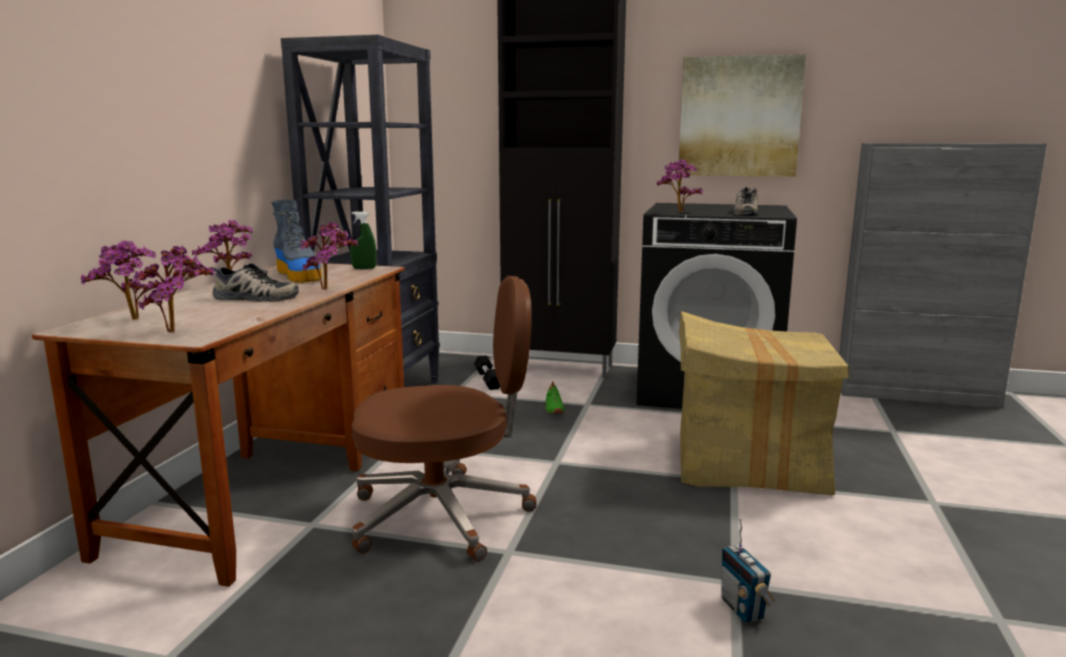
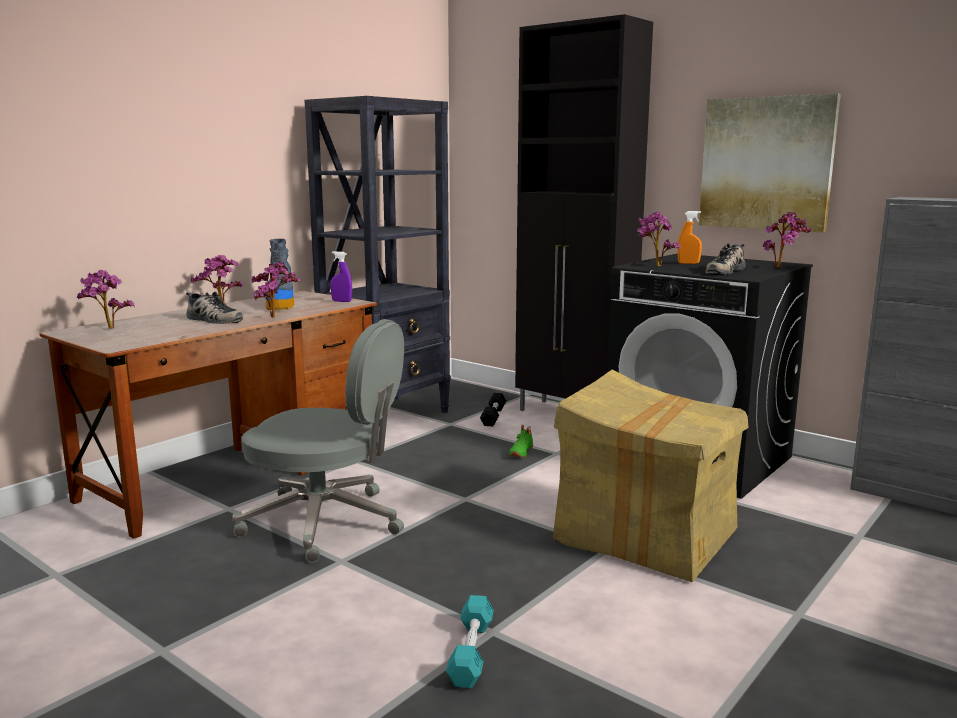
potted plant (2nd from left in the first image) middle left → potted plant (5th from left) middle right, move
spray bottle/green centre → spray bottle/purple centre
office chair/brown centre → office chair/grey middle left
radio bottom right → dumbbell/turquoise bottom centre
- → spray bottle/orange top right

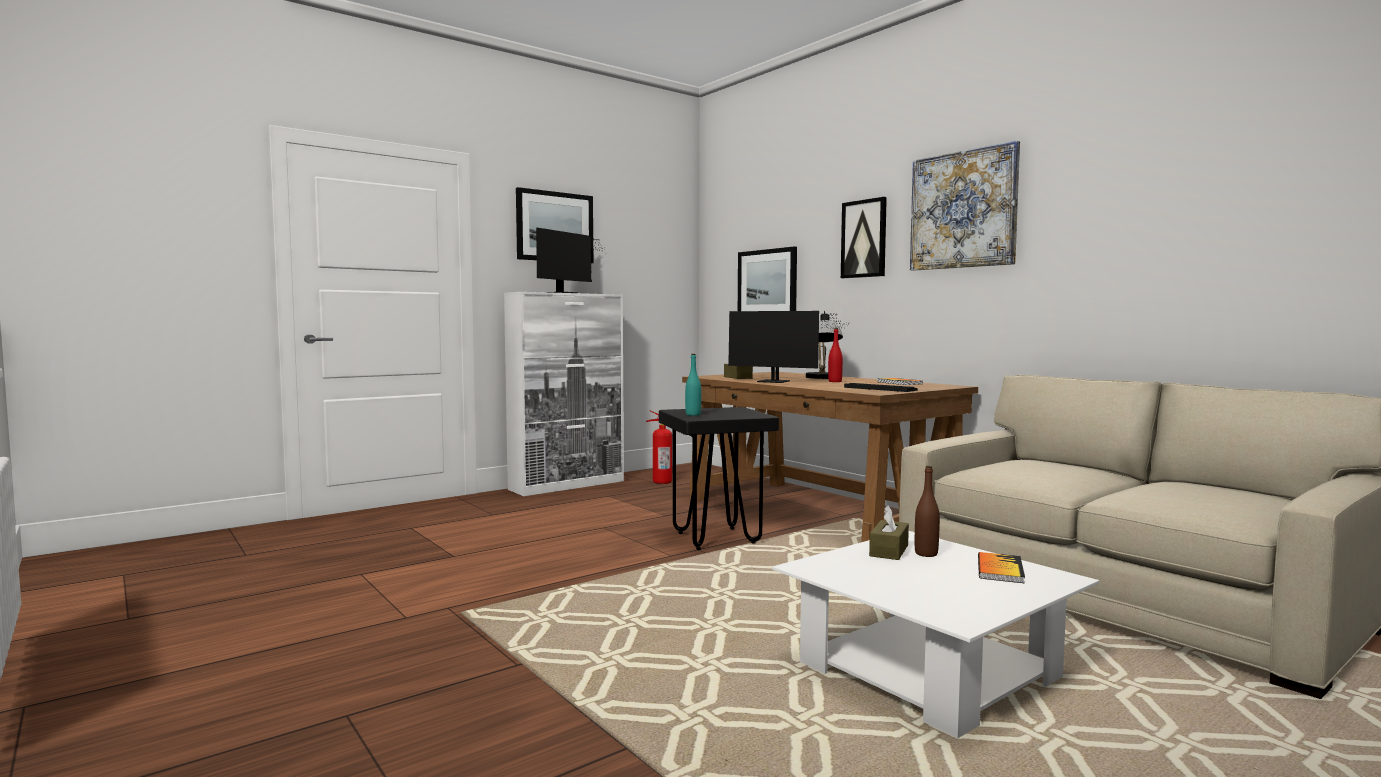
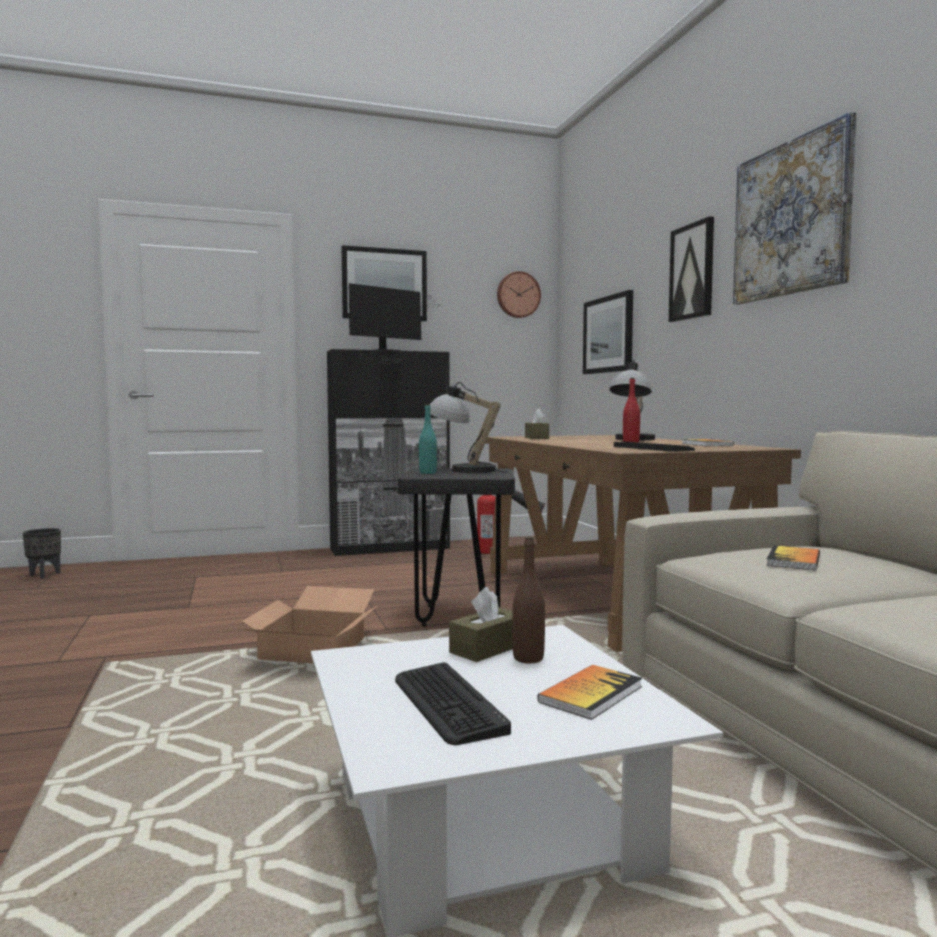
cabinet/white centre → cabinet/black centre
monitor (2nd from left) centre → -
- → planter/black middle left
- → cardboard box middle left
- → keyboard (1st from left) bottom centre
- → table lamp (1st from left) centre
- → wall clock top centre
- → book (3rd from left) middle right

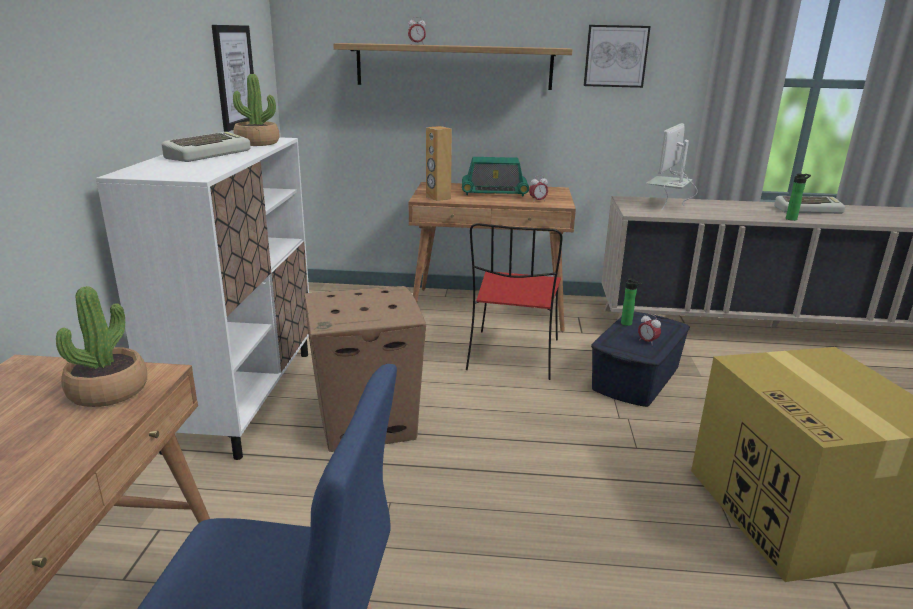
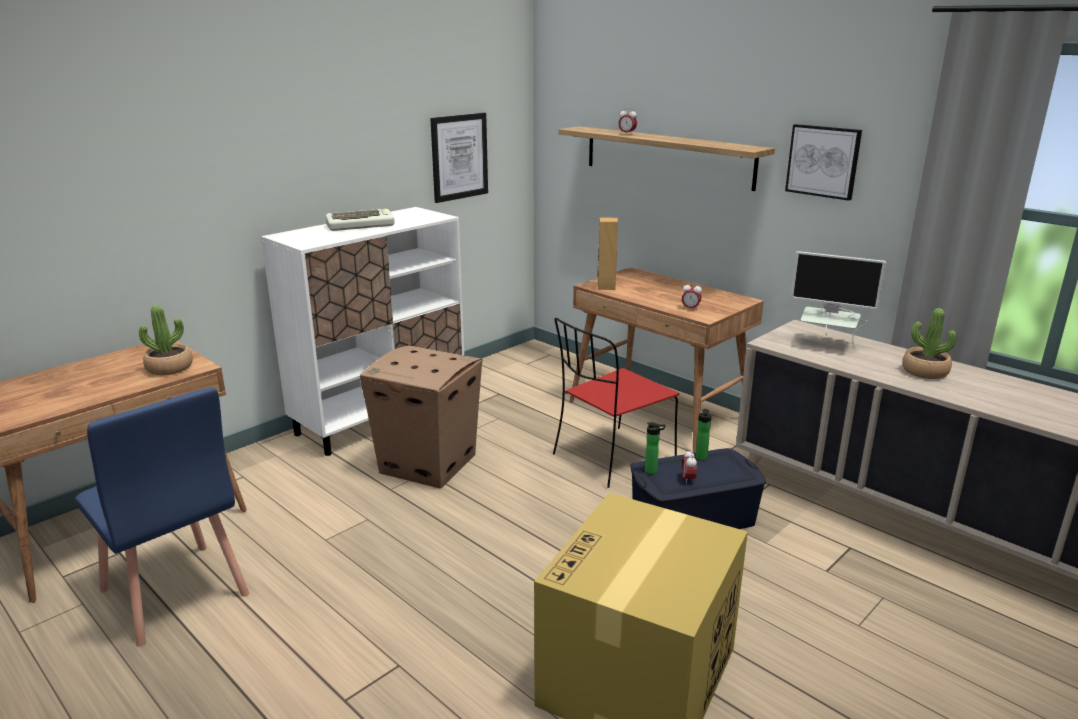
potted plant (2nd from left) top left → potted plant (2nd from left) middle right, move
radio top centre → -
monitor top right → monitor middle right, 135 degrees counterclockwise
keyboard (2nd from left) middle right → -
bottle (2nd from left in the first image) top right → bottle (1st from left) centre, move

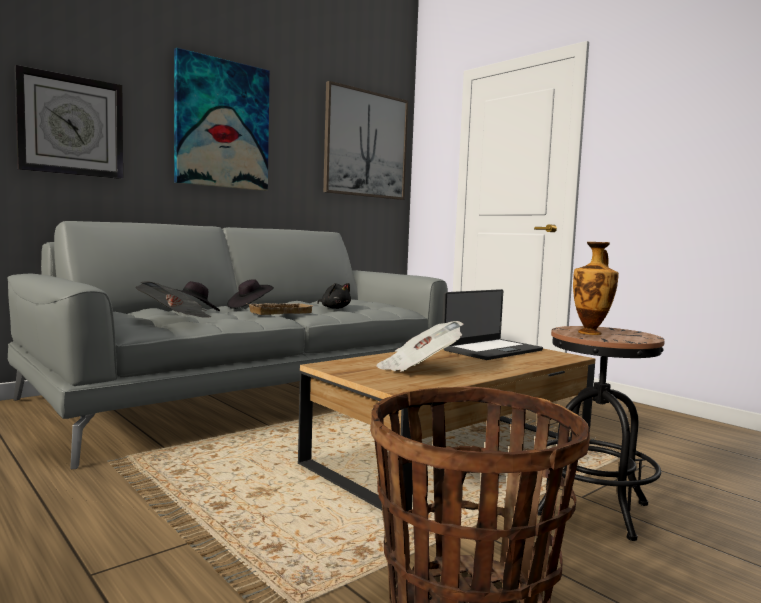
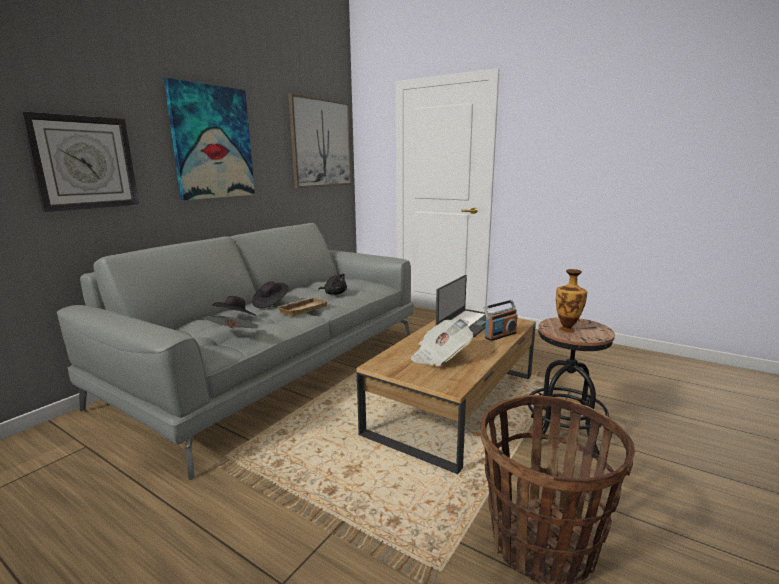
- → radio centre

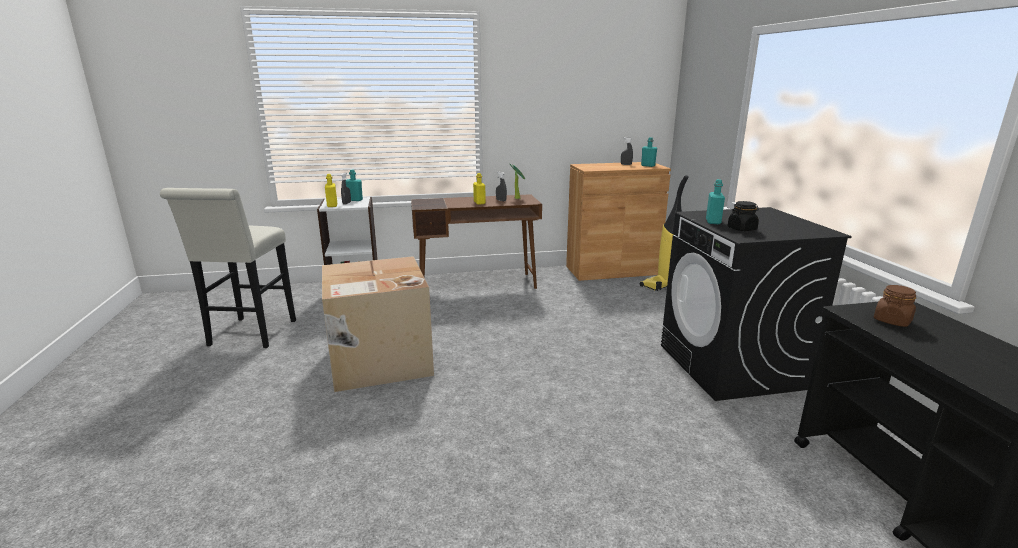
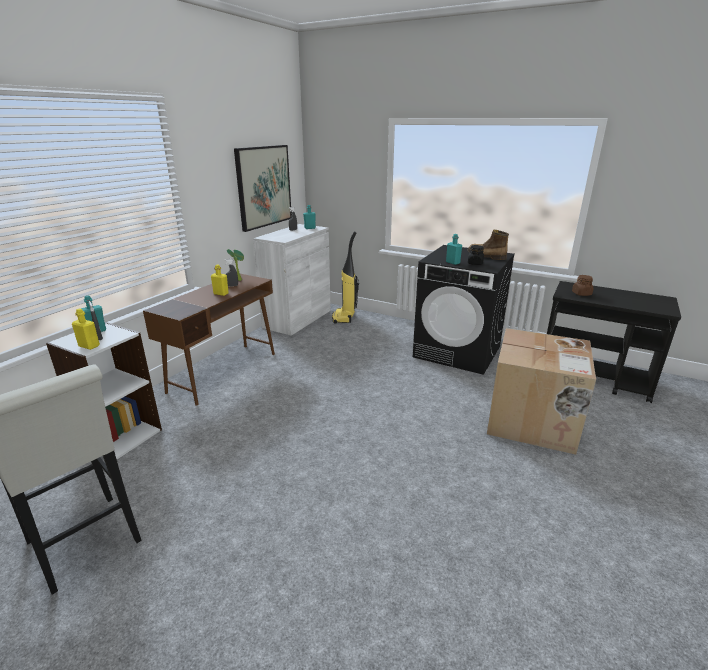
cardboard box centre → cardboard box middle right, move
cabinet/brown centre → cabinet/white centre
- → picture top centre
- → boot middle right

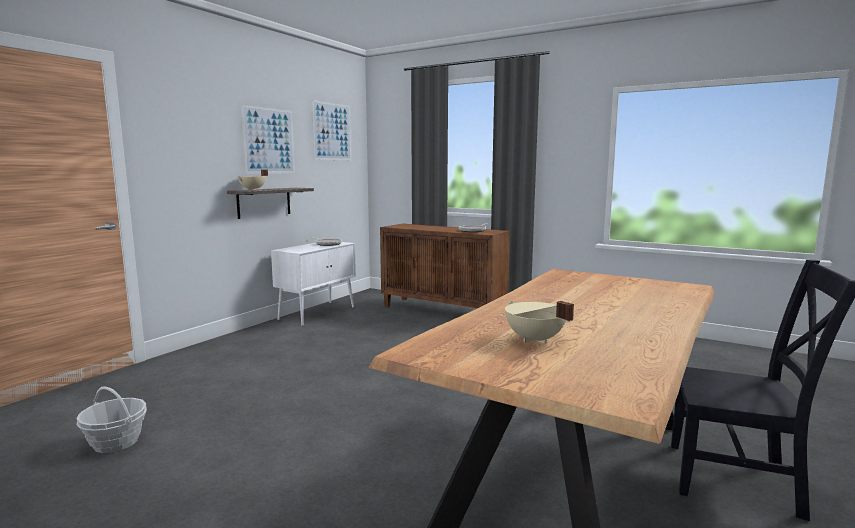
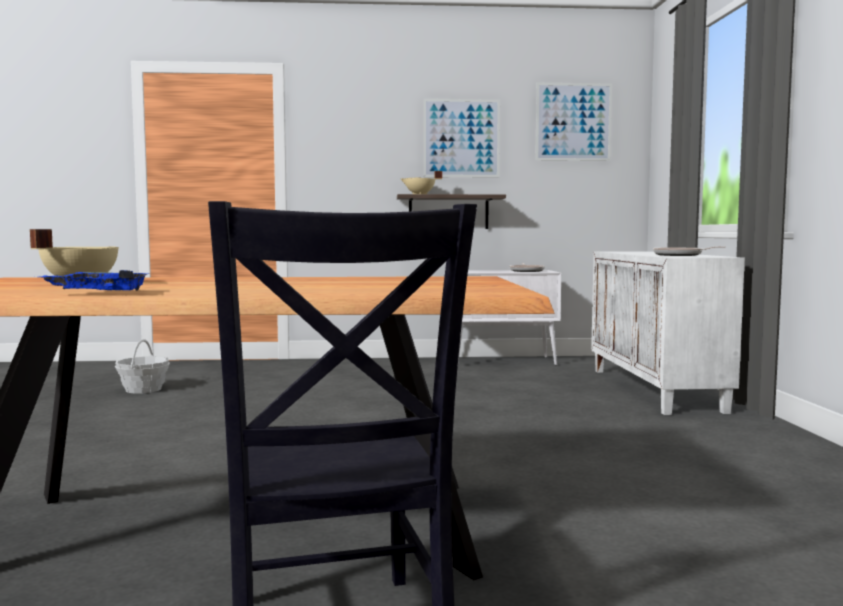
cabinet/brown centre → cabinet/white (2nd from left) middle right
- → tray/blue middle left

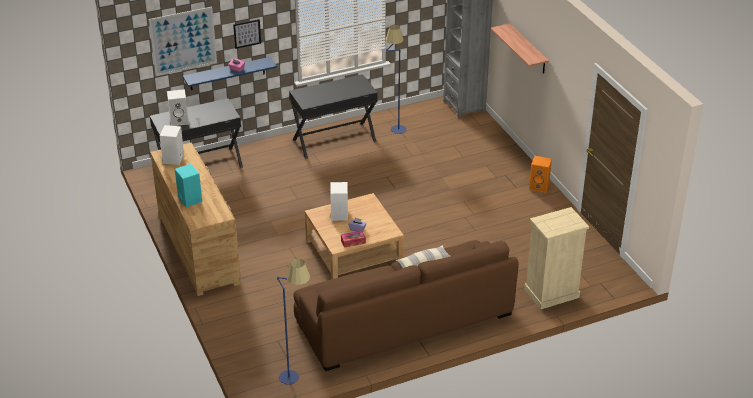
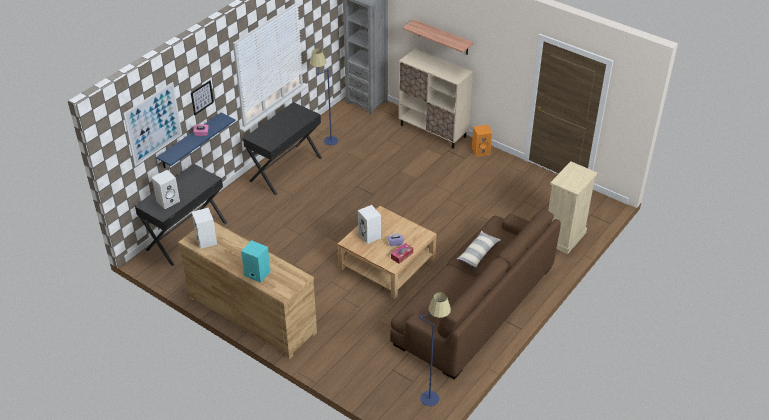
- → cabinet/beige top centre

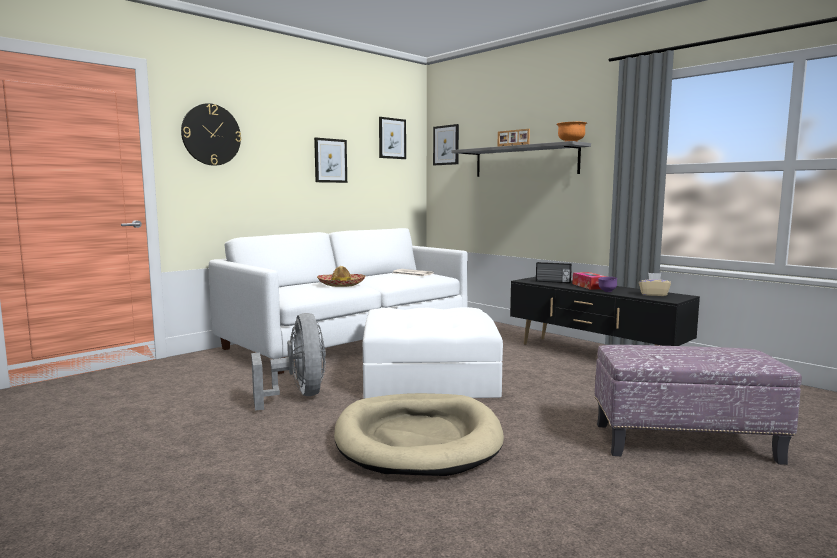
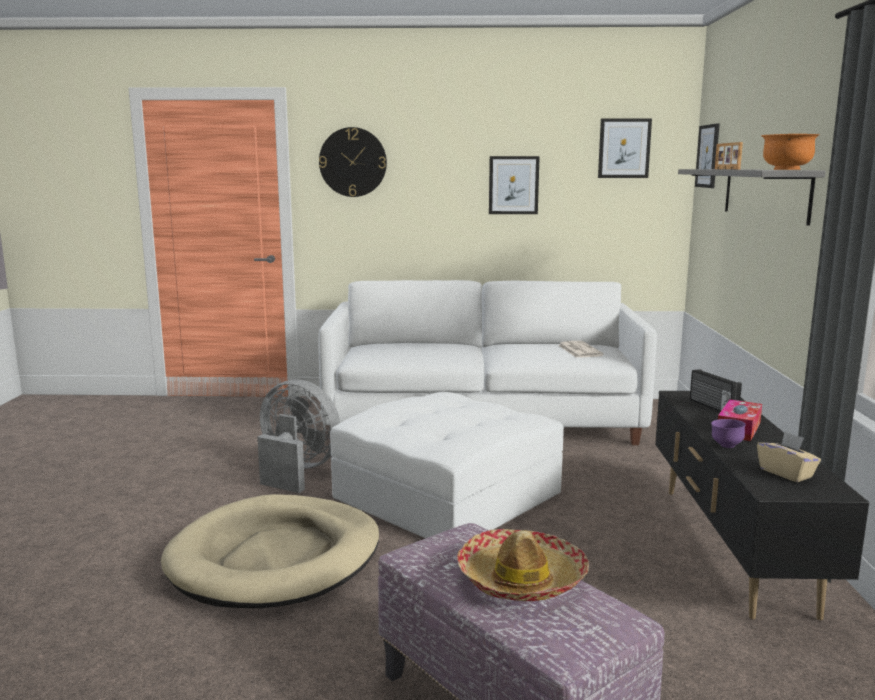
fan/grey centre, 90 degrees counterclockwise
hat centre → hat bottom centre, move

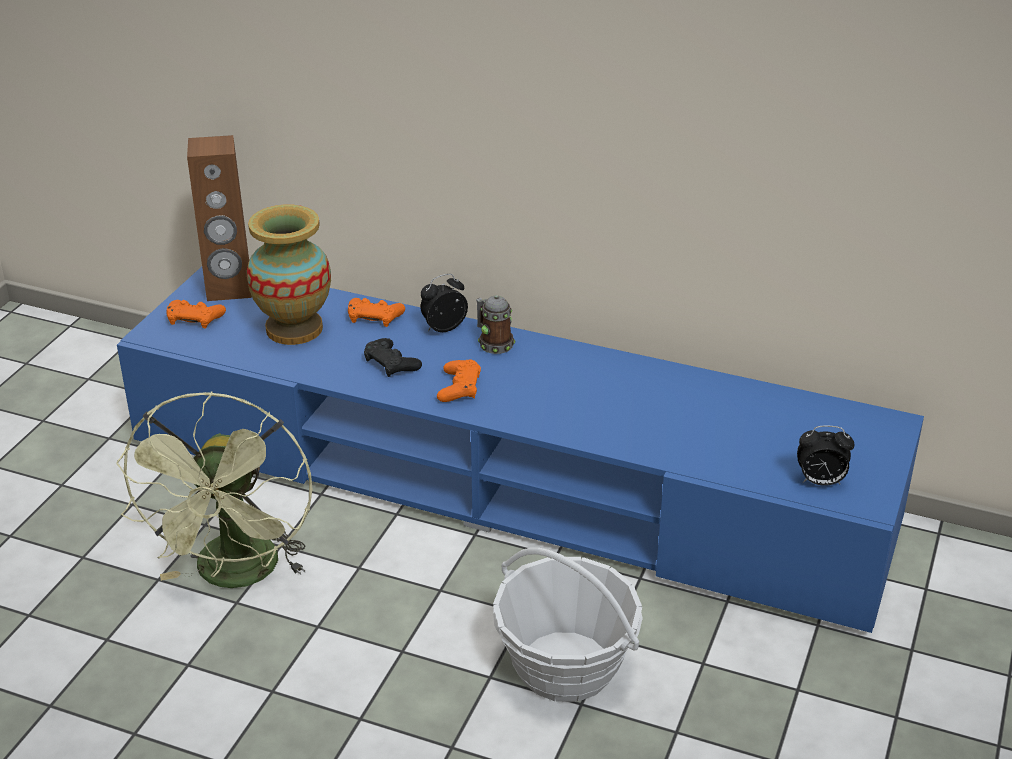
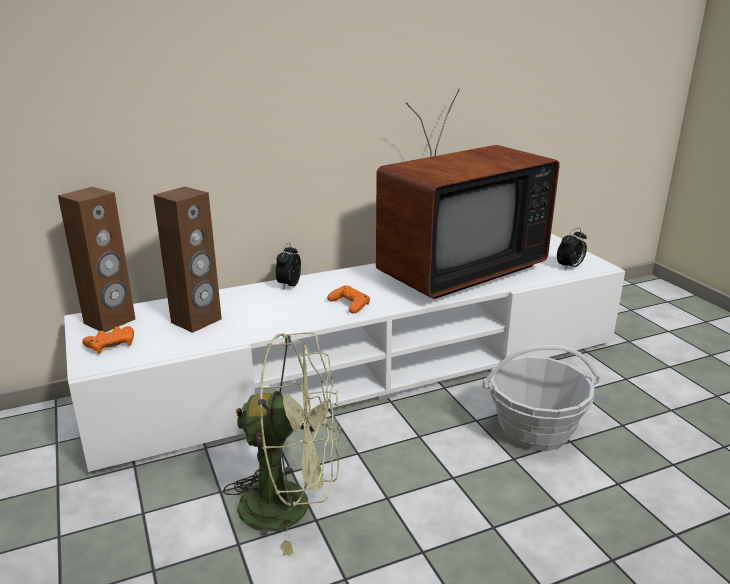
fan/green middle left → fan/green bottom centre, 45 degrees counterclockwise
tv stand/blue centre → tv stand/white centre
vase middle left → speaker/brown (2nd from left) middle left
game controller/orange (2nd from left) centre → -
game controller/black centre → -
mug centre → -
- → television top centre

